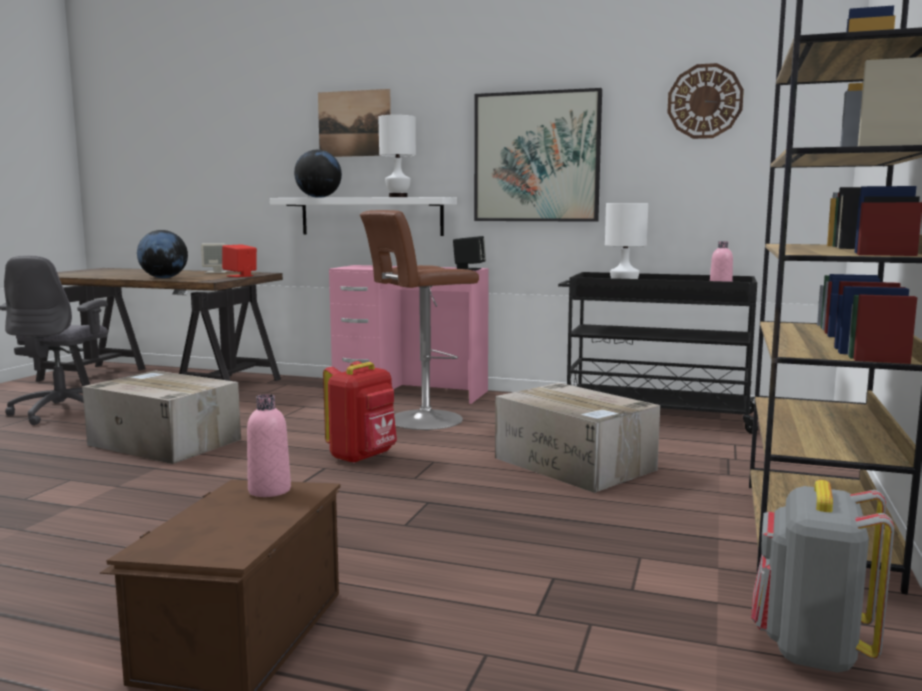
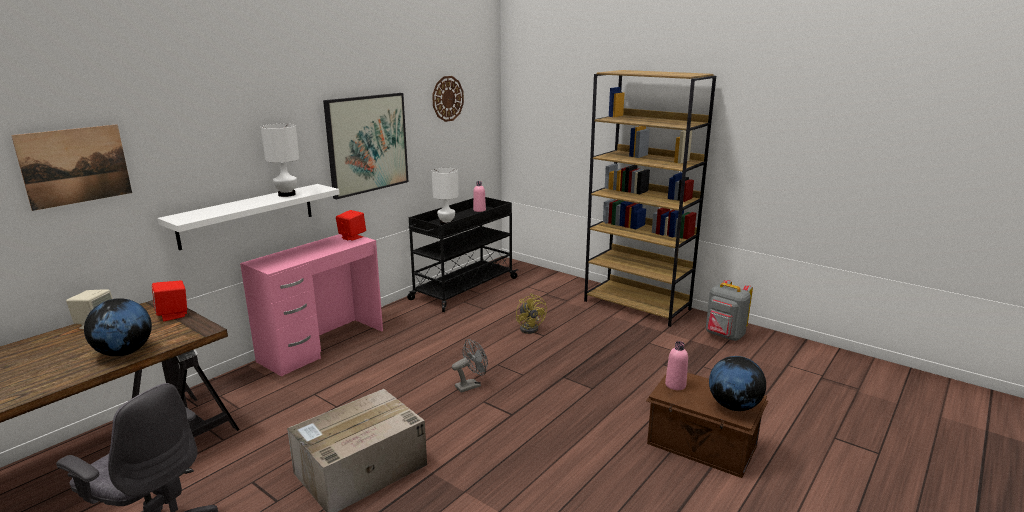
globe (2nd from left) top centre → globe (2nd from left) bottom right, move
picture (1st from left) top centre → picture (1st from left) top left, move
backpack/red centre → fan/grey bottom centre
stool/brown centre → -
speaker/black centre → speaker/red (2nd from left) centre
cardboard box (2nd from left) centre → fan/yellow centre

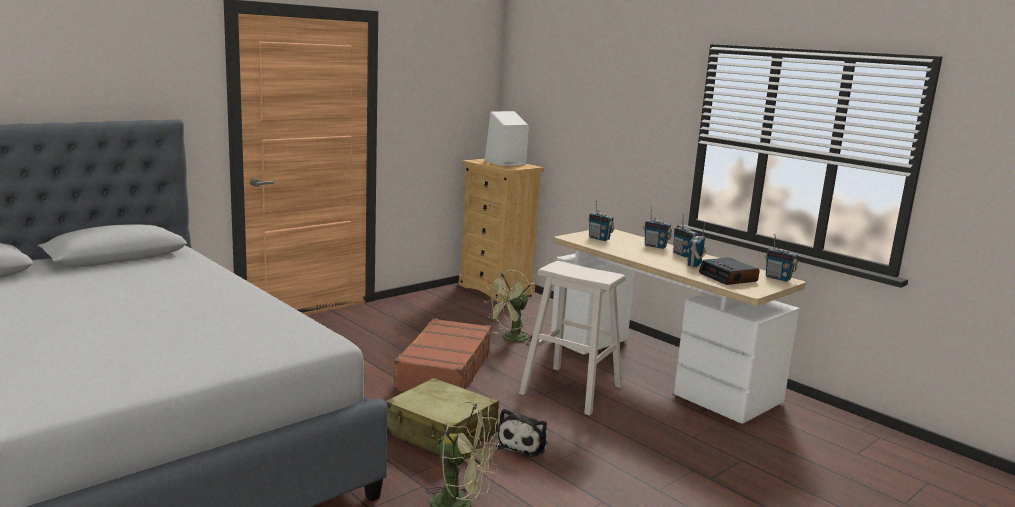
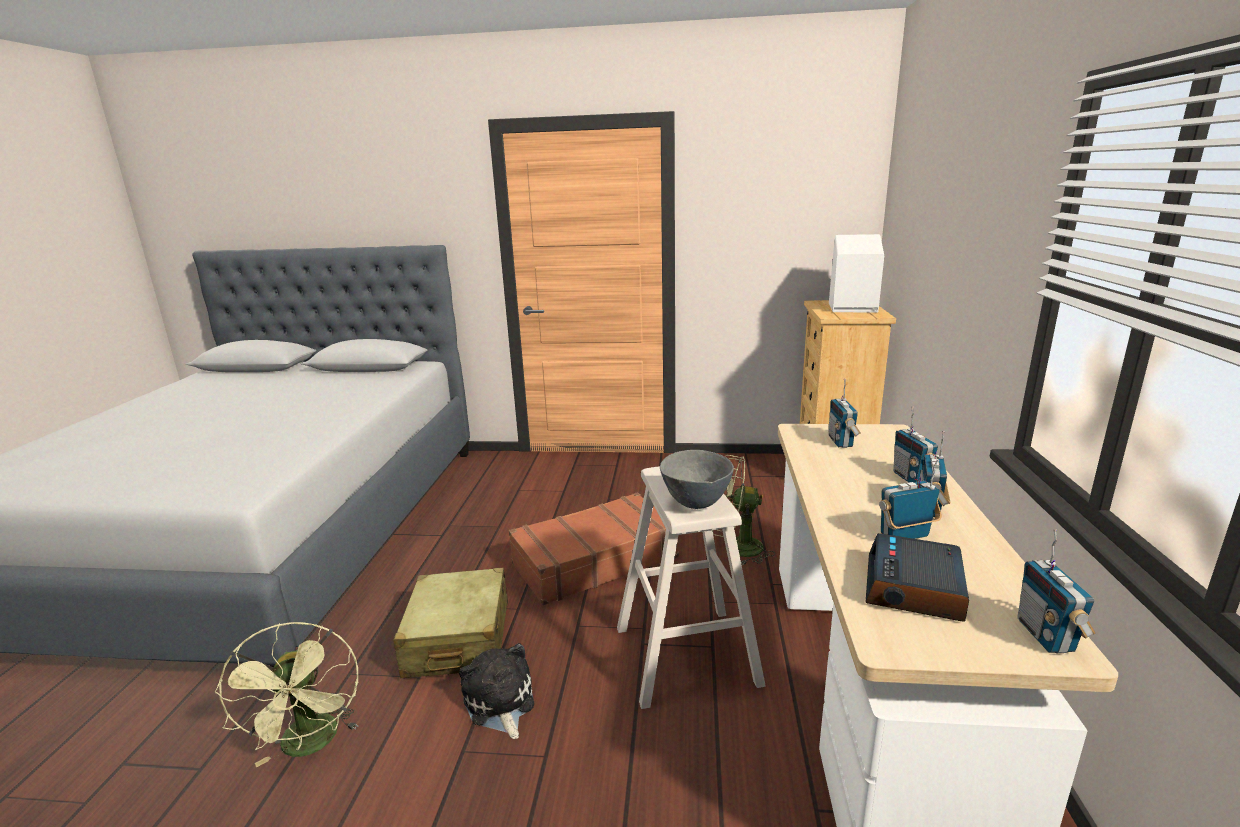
plush toy bottom centre, 90 degrees clockwise
- → bowl/grey centre

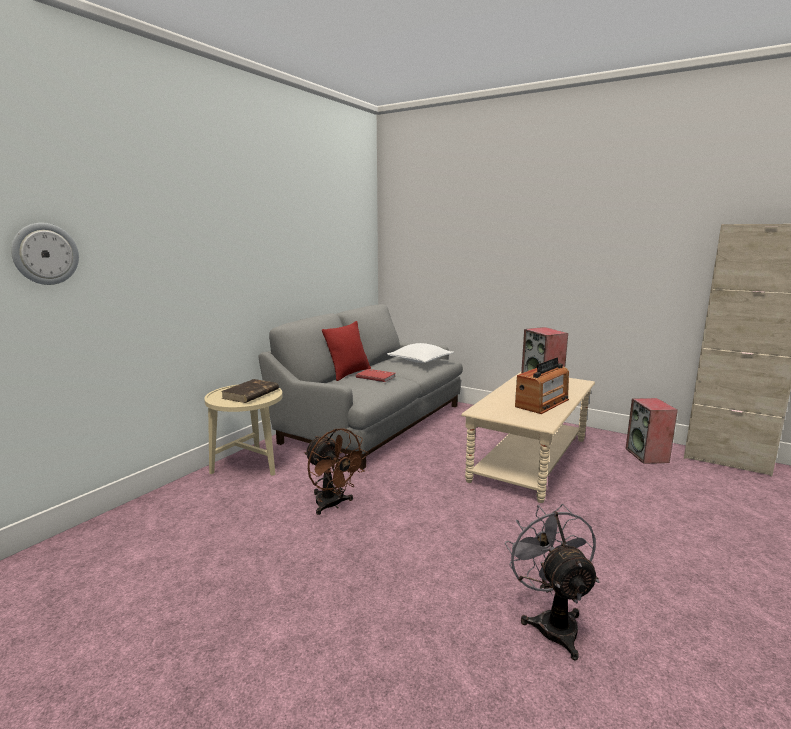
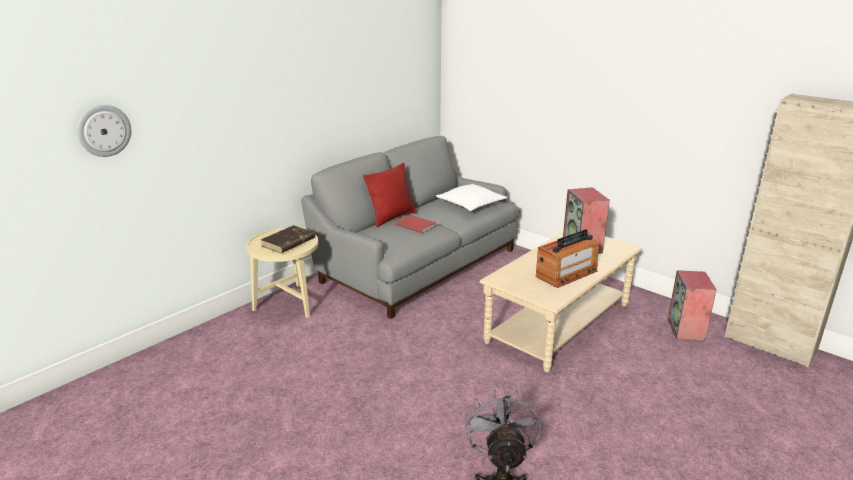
fan/brown centre → -

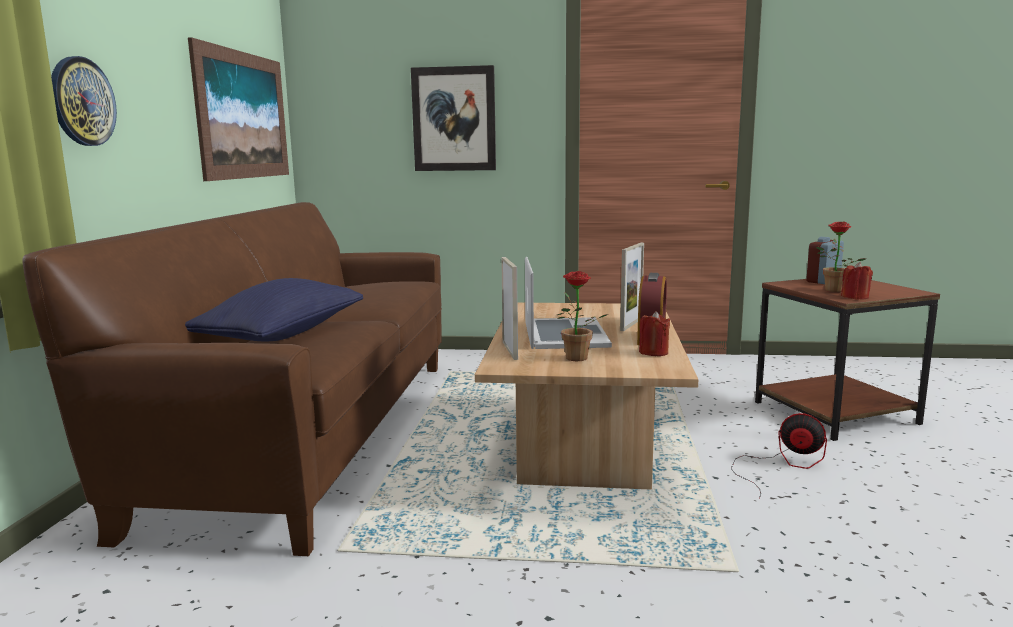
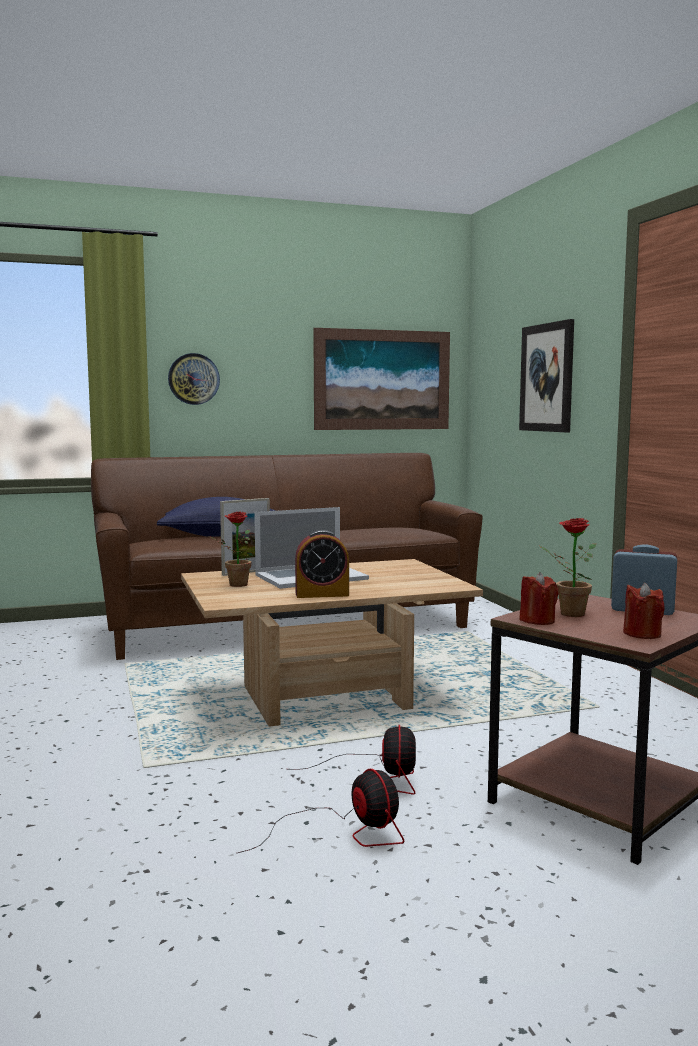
picture frame (2nd from left) centre → -
candle/red (1st from left in the first image) centre → candle/red (2nd from left) middle right, move
- → fan (1st from left) bottom centre

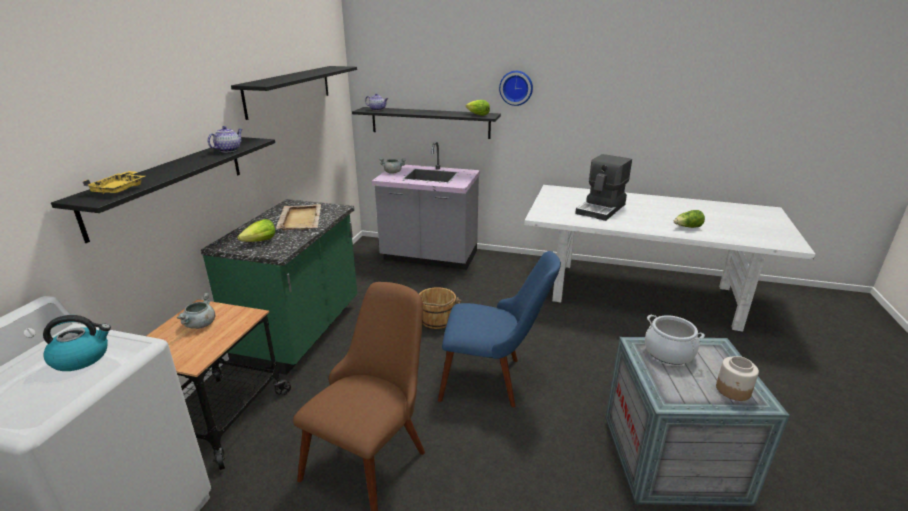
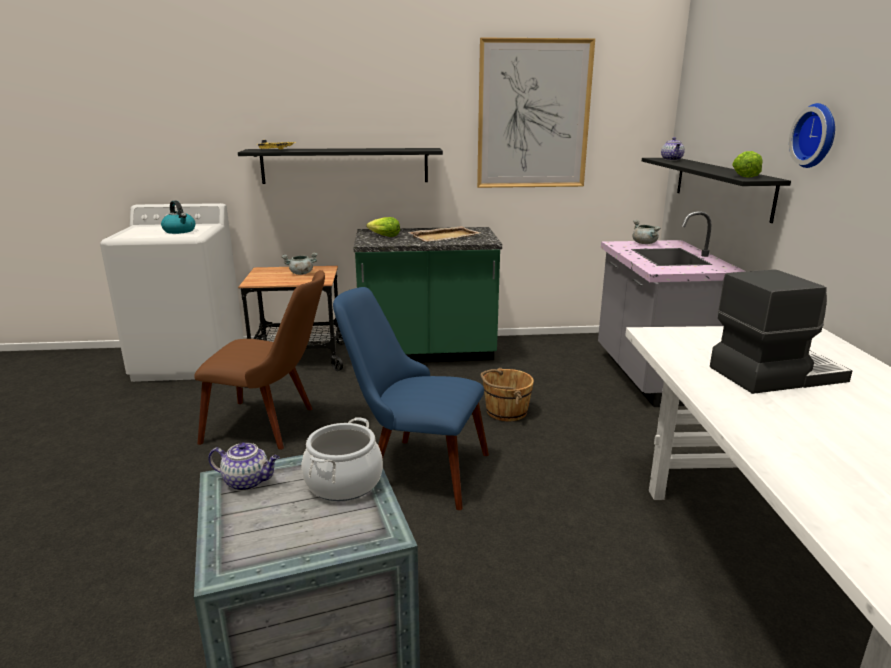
teapot (1st from left) top left → teapot (1st from left) bottom left, move
shelf/black (2nd from left) top left → picture top centre
chair/blue centre, 120 degrees clockwise
coffee machine centre → coffee machine middle right, 150 degrees clockwise
lettuce (3rd from left) middle right → -
jar bottom right → -

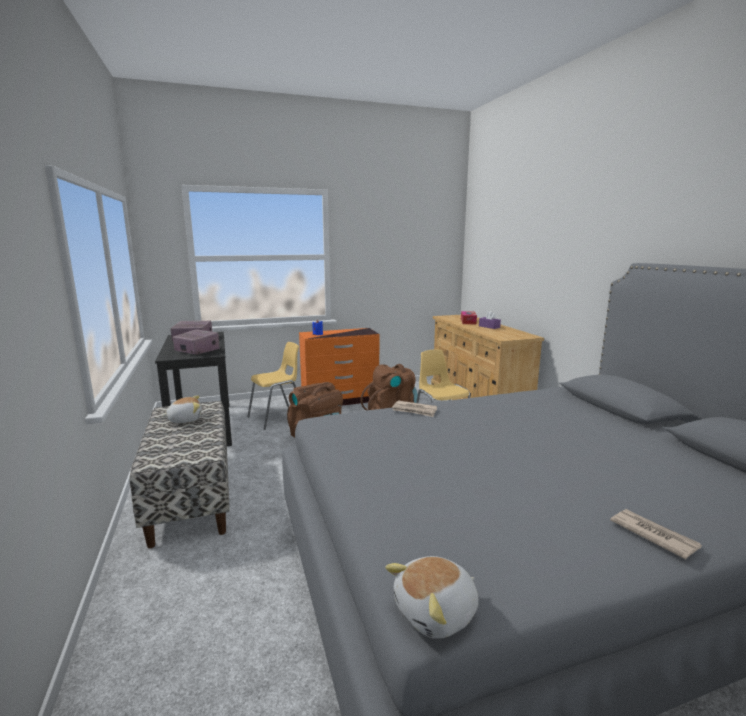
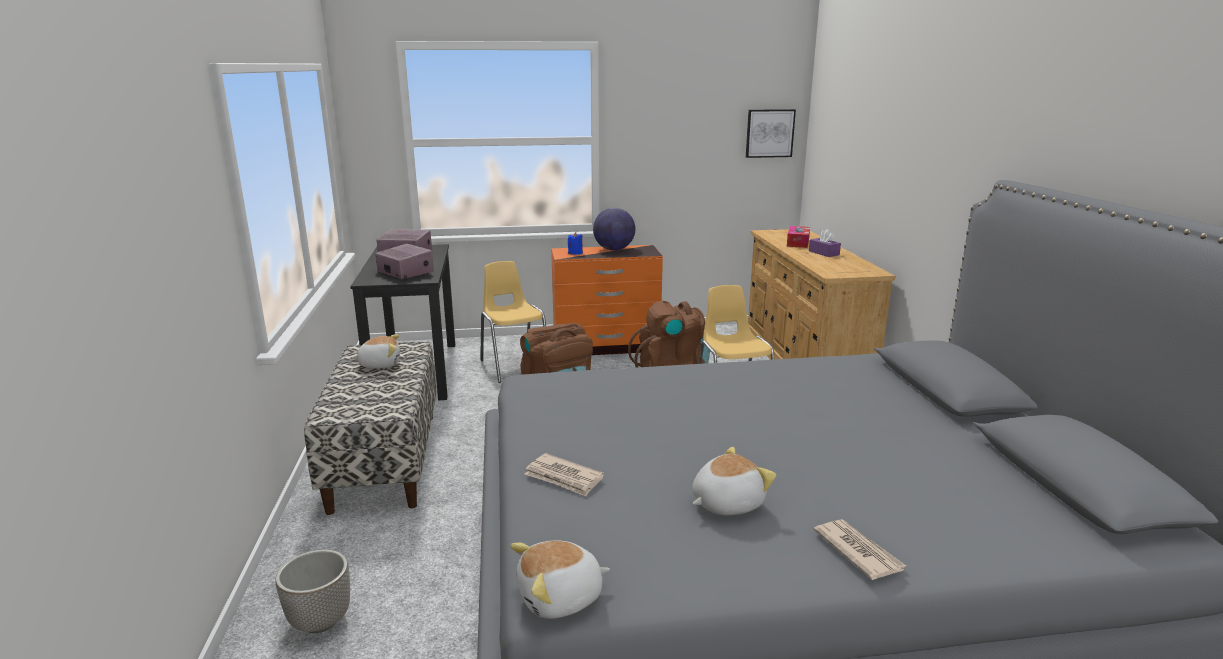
chair/yellow (1st from left) centre, 90 degrees counterclockwise
newspaper (1st from left) centre → newspaper (1st from left) bottom centre, move
- → planter bottom left
- → globe centre
- → plush toy (3rd from left) bottom centre
- → picture top centre

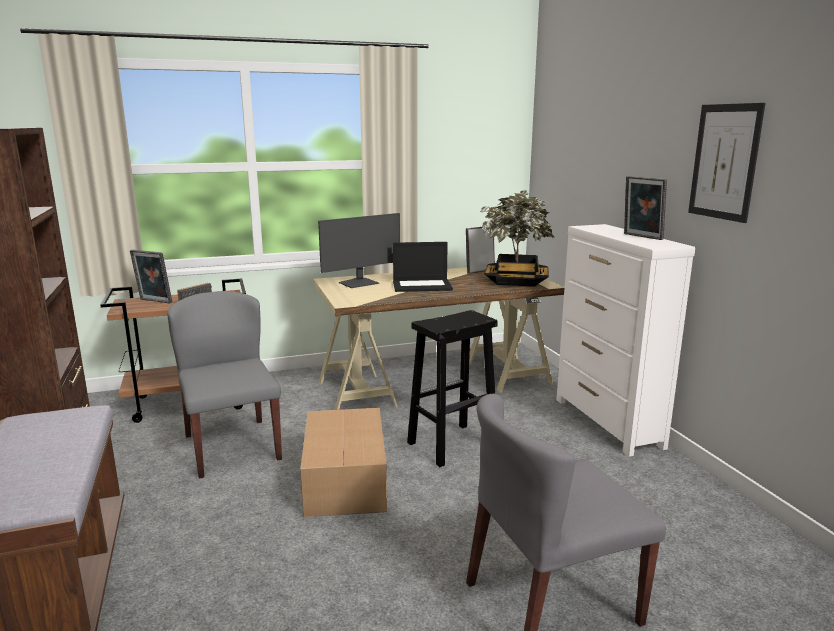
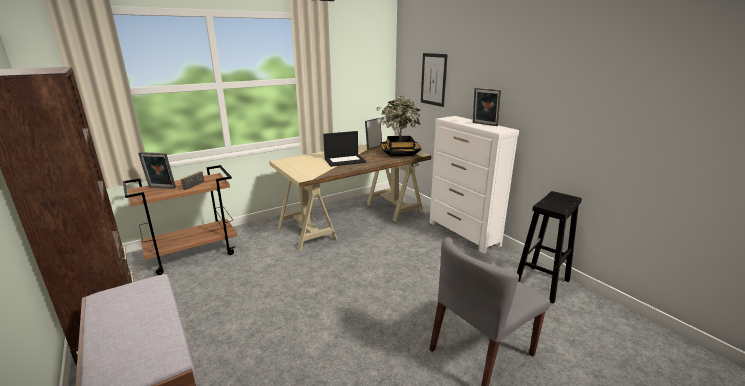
chair/grey (1st from left) middle left → -
cardboard box bottom centre → -
monitor centre → -
stool/black centre → stool/black middle right, move
picture top right → picture top centre, move

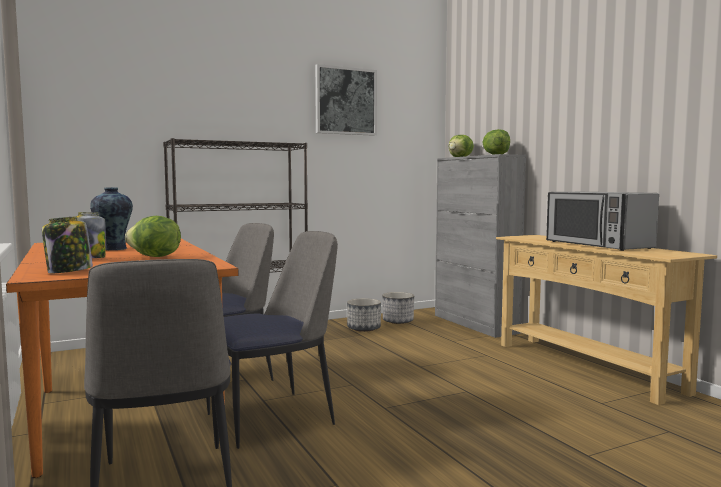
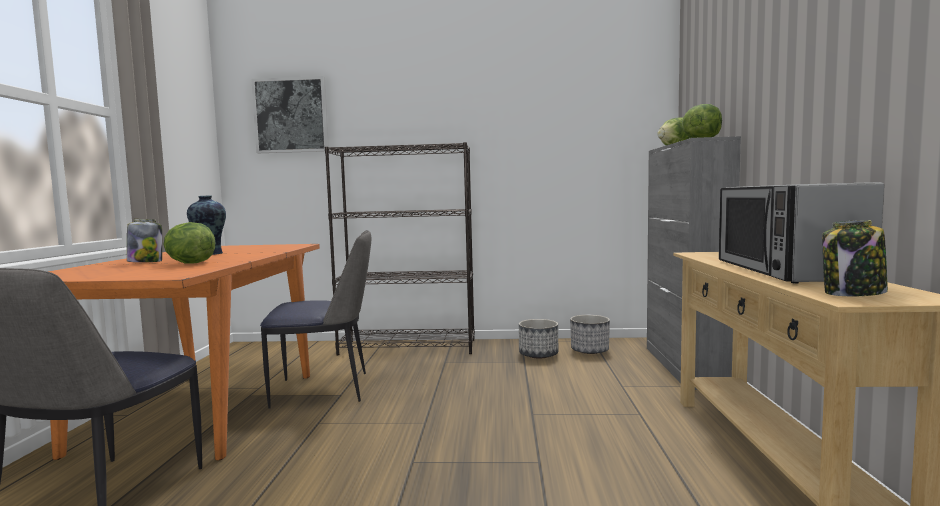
jar (1st from left in the first image) middle left → jar (2nd from left) middle right, move
chair (3rd from left) bottom centre → -
picture top centre → picture top left, move

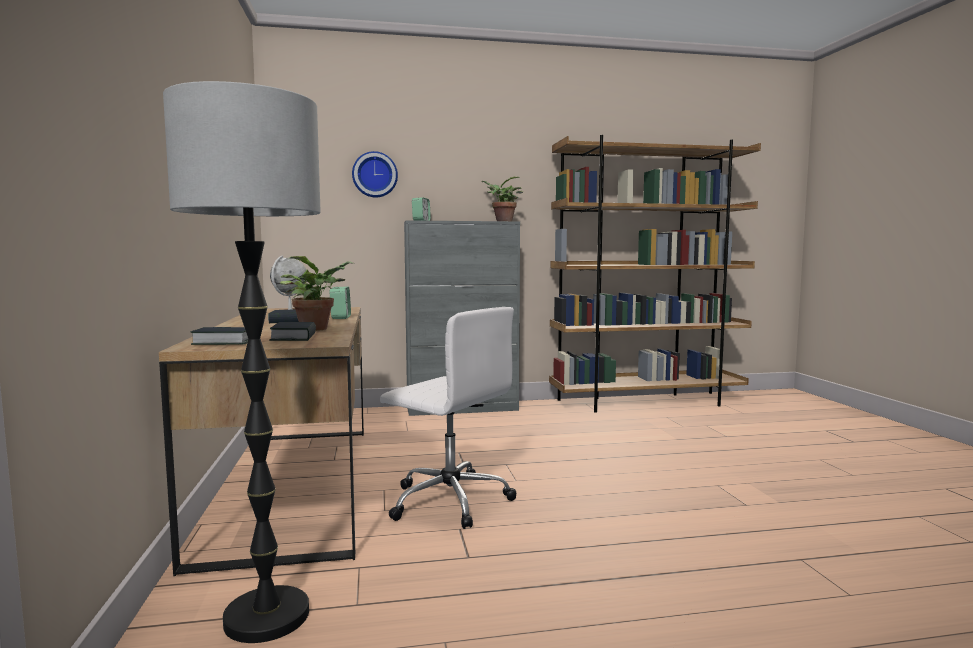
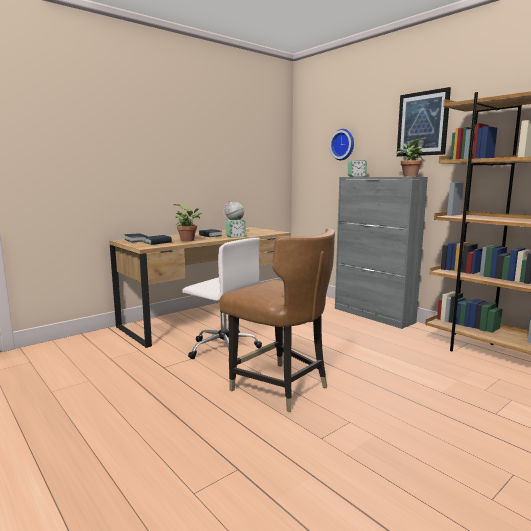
floor lamp middle left → -
office chair/white centre, 60 degrees counterclockwise
- → chair/brown centre
- → picture top right

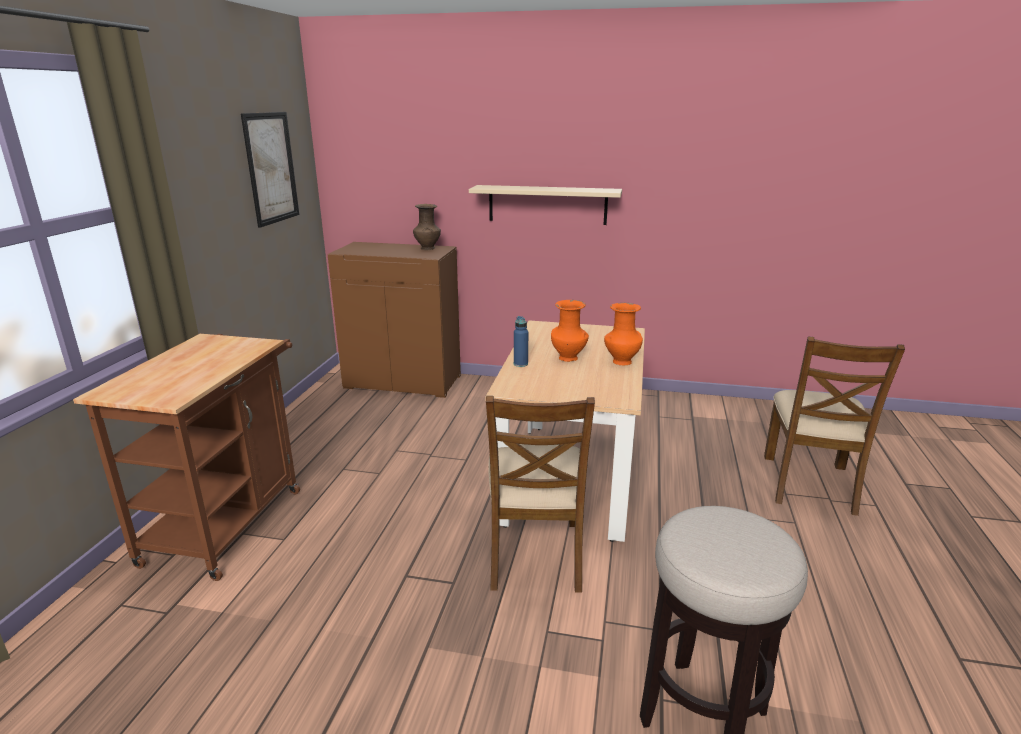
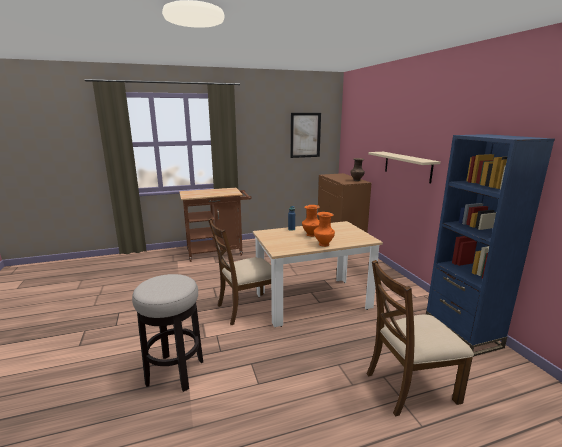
- → bookcase/blue middle right

